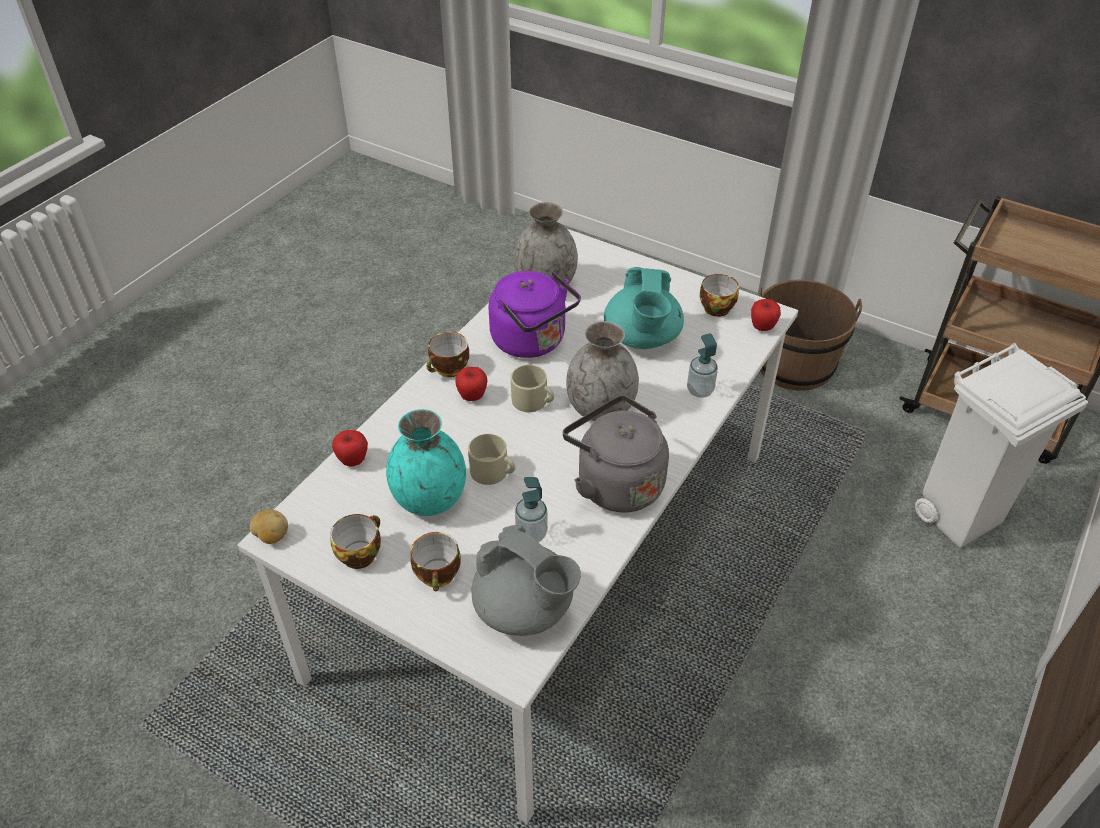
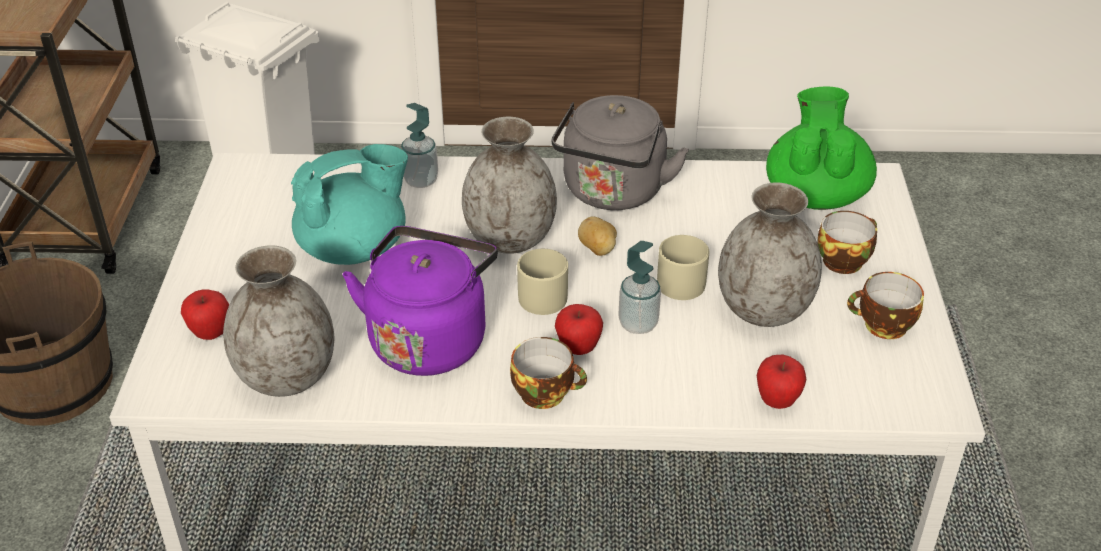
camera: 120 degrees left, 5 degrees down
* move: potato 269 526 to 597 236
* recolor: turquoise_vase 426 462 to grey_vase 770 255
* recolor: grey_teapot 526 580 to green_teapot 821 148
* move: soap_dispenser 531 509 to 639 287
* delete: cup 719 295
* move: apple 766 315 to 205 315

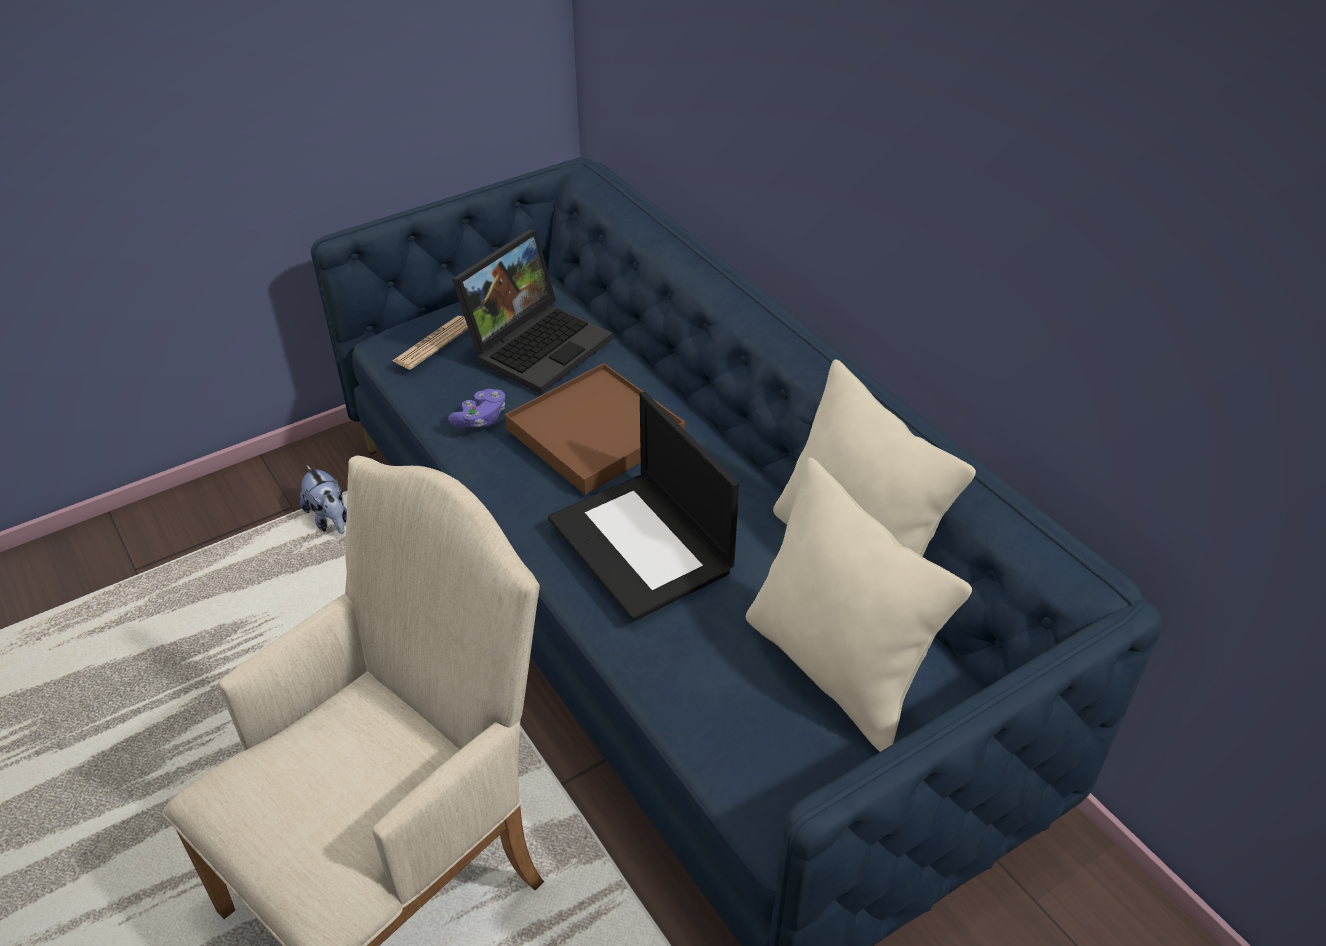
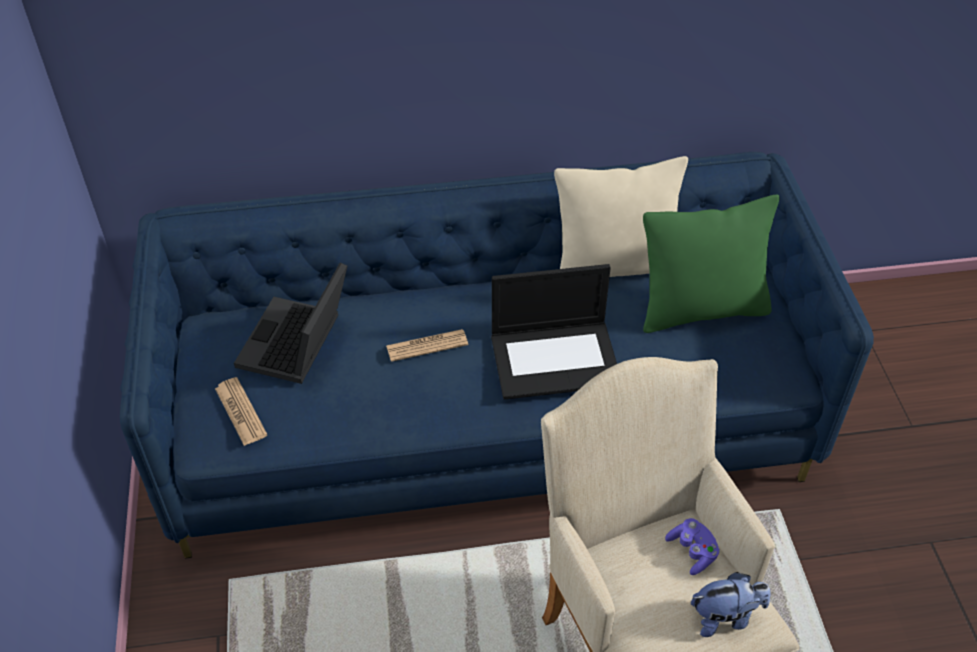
camera: 65 degrees left, 5 degrees up
* move: plush_toy 323 499 to 731 604
* move: purple_game_controller 476 408 to 692 546
* rotate: laptop 532 311 = 290 323 135 degrees counterclockwise
* replace: brown_tray 595 429 to newspaper 427 345
* recolor: beige_pillow 859 604 to green_pillow 711 264

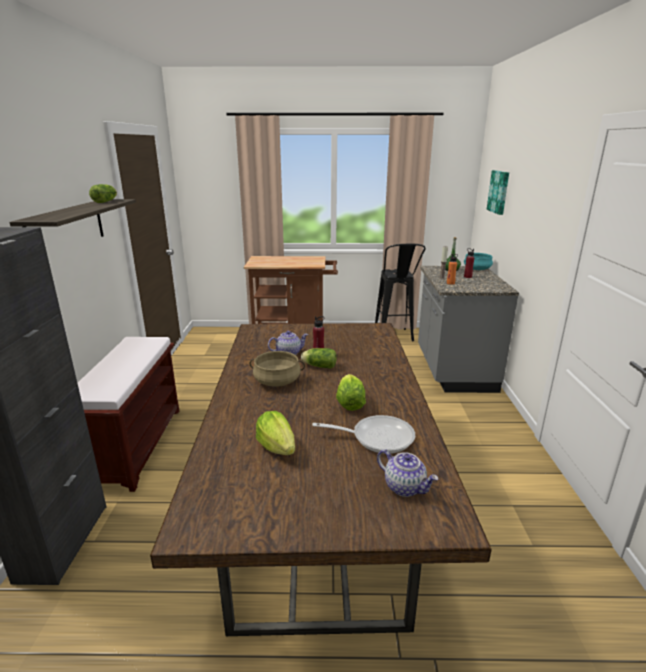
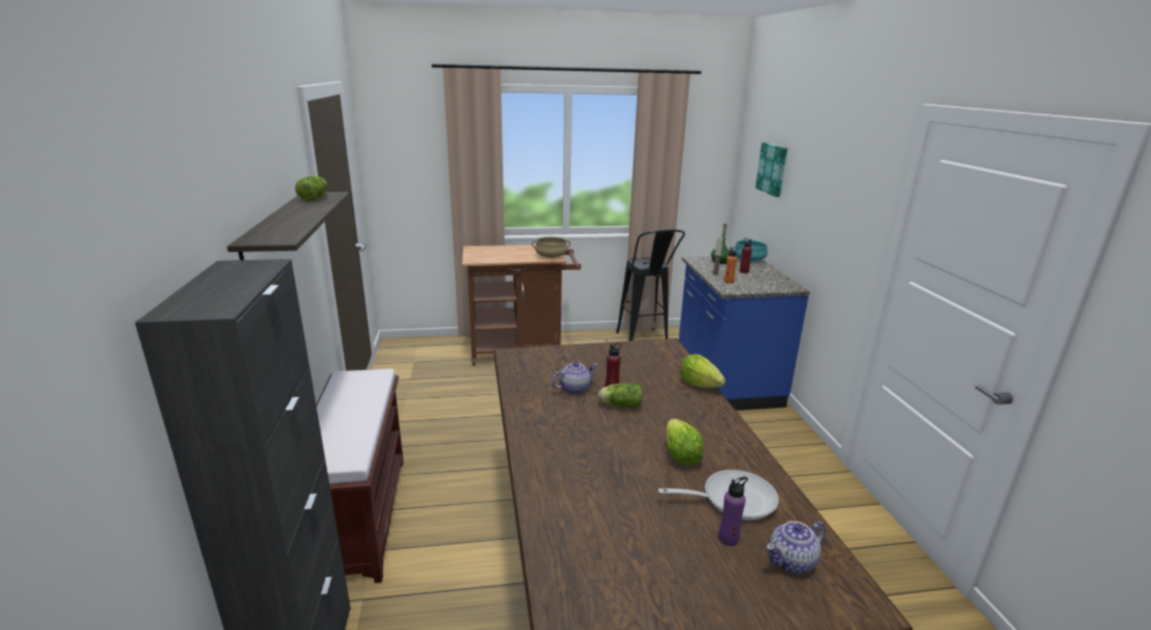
camera: 10 degrees left, 0 degrees up
* move: beige_cooking_pot 277 369 to 551 247
* move: lettuce 275 433 to 703 371
* rotate: teapot 407 473 = 795 547 120 degrees clockwise
* recolor: grey_counter 468 329 to blue_counter 744 333
* insert: purple_bottle 733 511

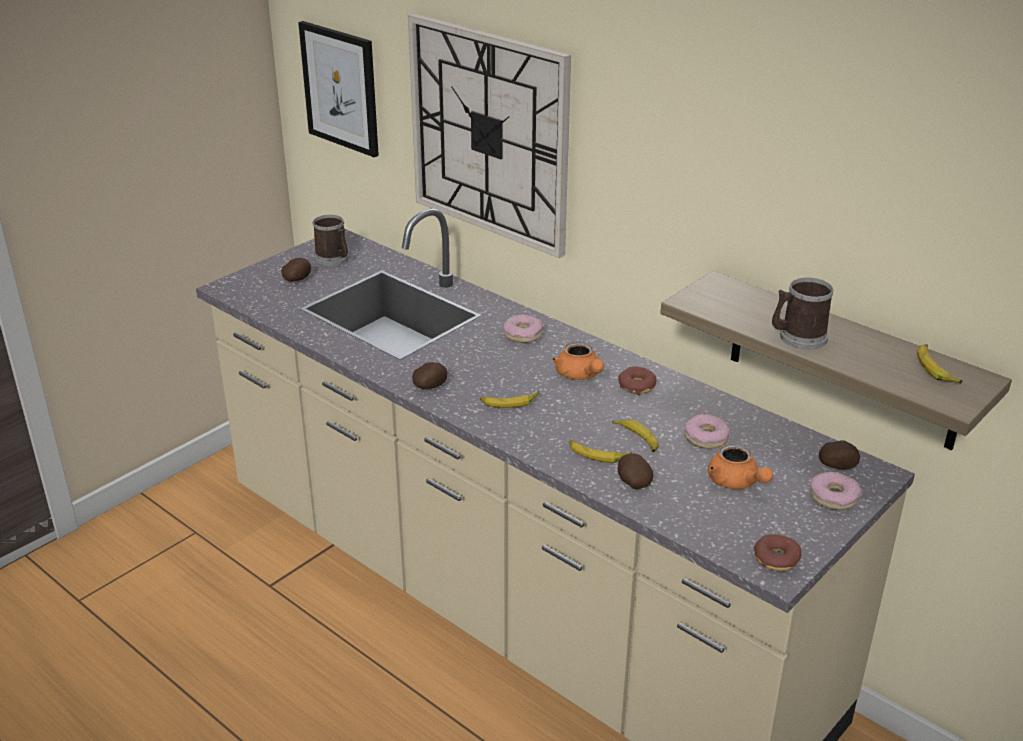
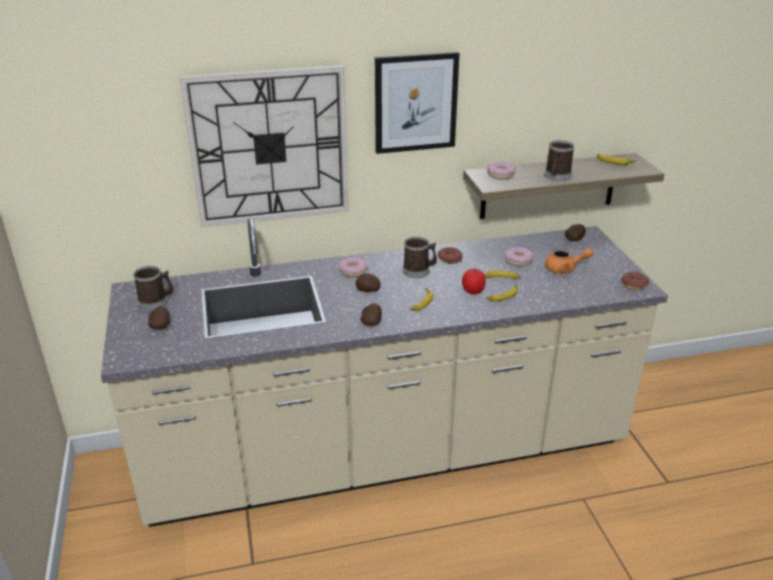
camera: 55 degrees left, 0 degrees up
* move: picture 338 89 to 417 103
* replace: orange_teapot 578 360 to mug 420 257
* move: potato 636 471 to 368 282
* move: donut 835 490 to 501 170
* insert: tomato 473 281

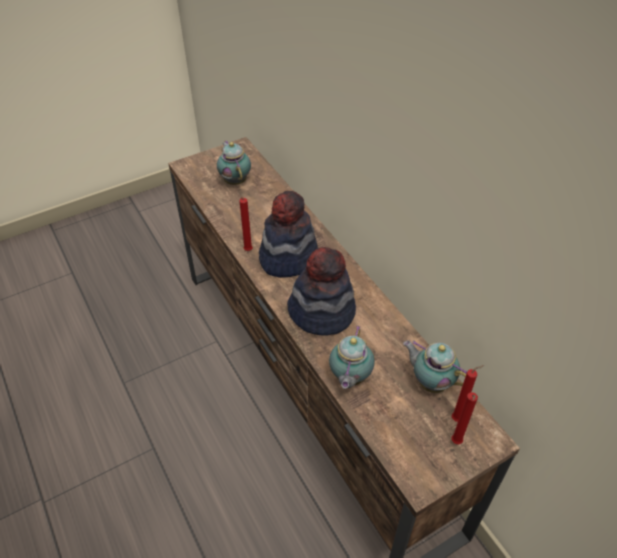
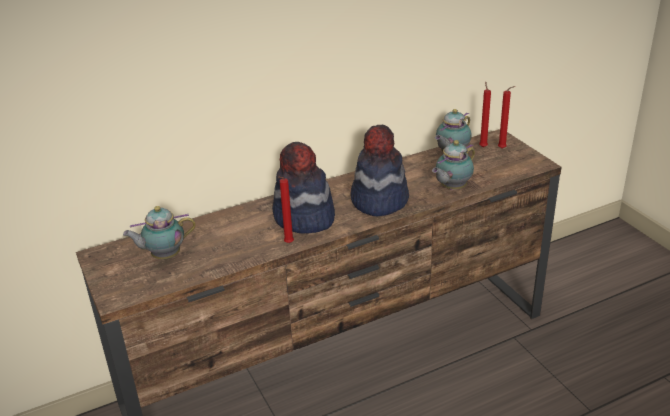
camera: 85 degrees left, 15 degrees down
* rotate: teapot 352 357 = 453 165 120 degrees clockwise

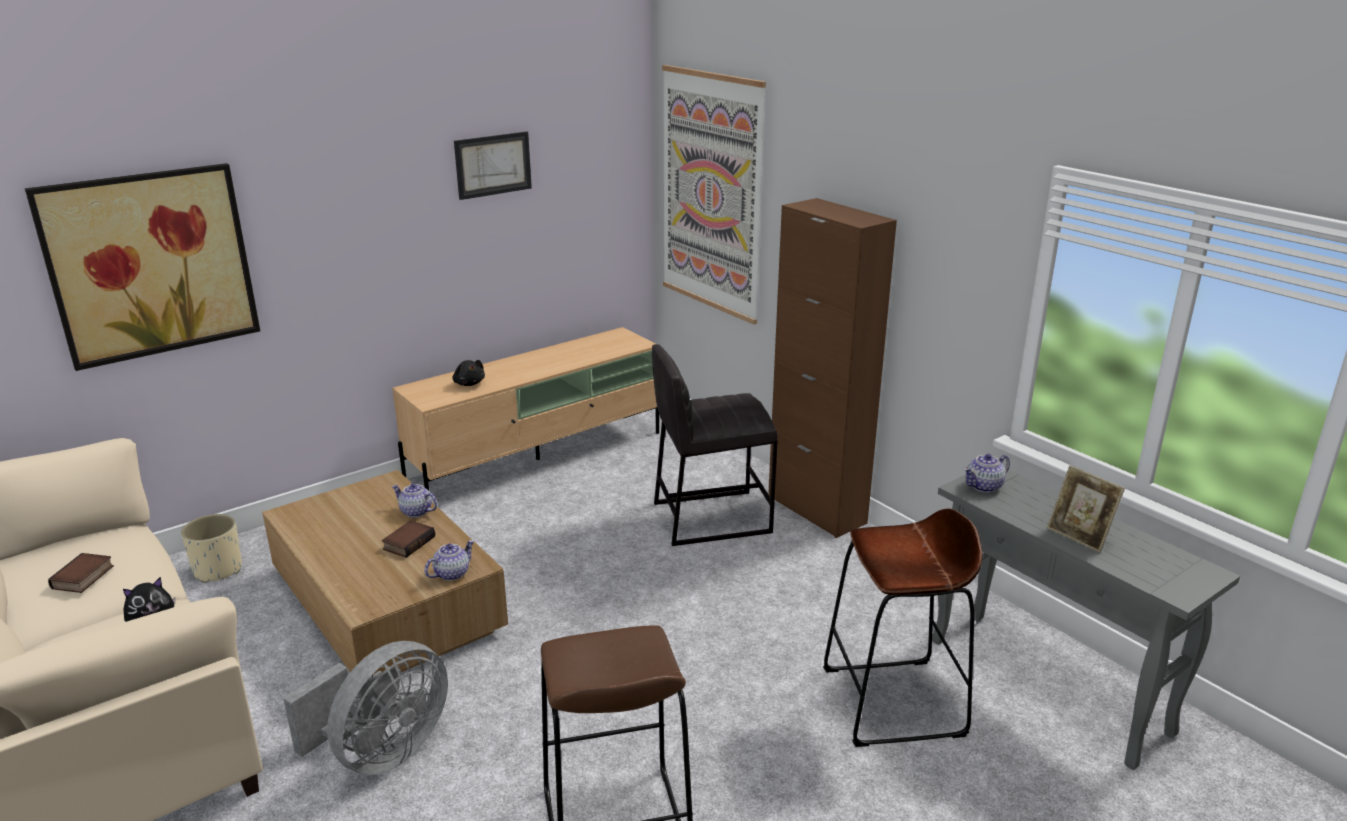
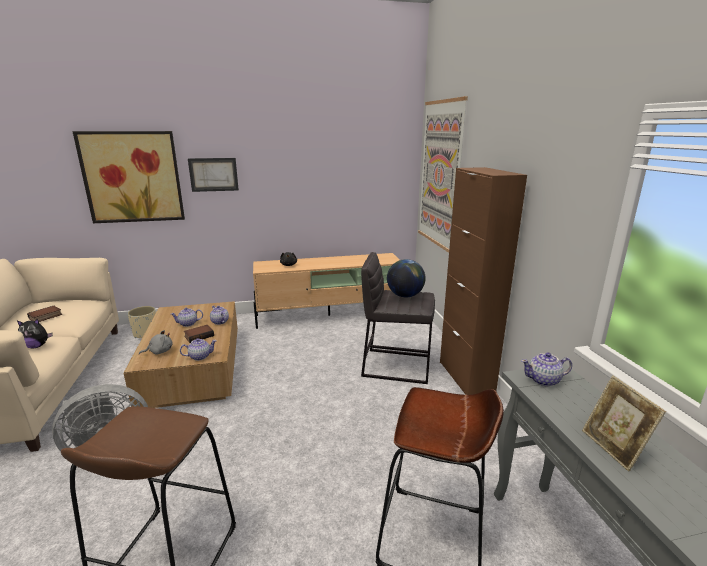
camera: 25 degrees right, 5 degrees down
* move: picture 493 165 to 213 175
* insert: grey_plush_toy 156 342
* insert: teapot 187 317
* insert: globe 406 278

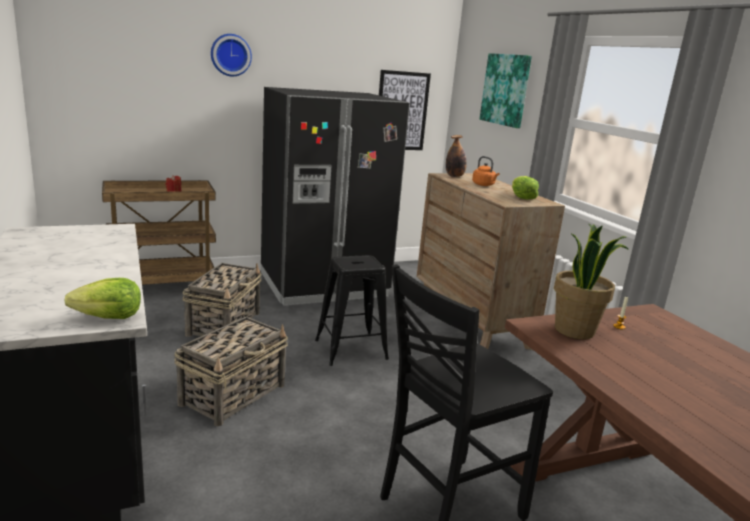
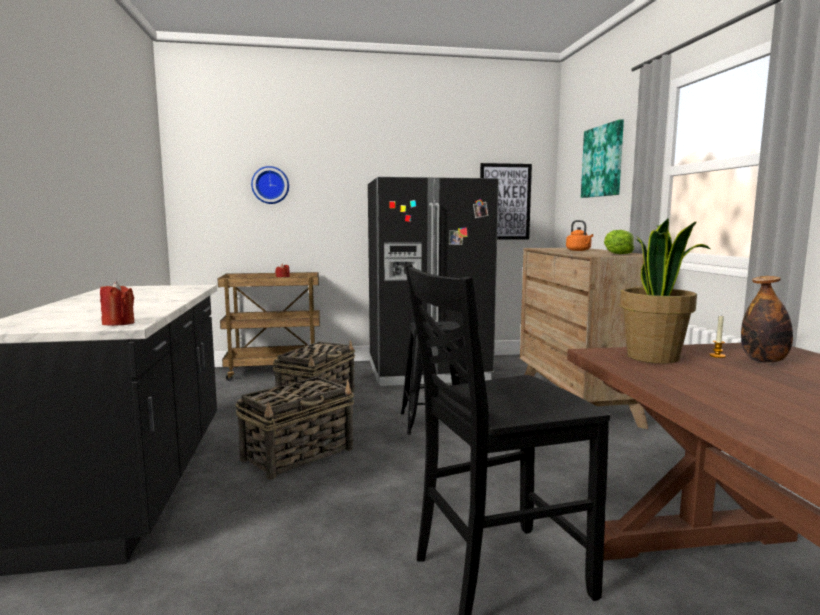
camera: 15 degrees right, 10 degrees down
* replace: lettuce 103 298 to red_candle 117 304
* move: wall_clock 231 55 to 270 185
* move: bottle 456 156 to 767 319

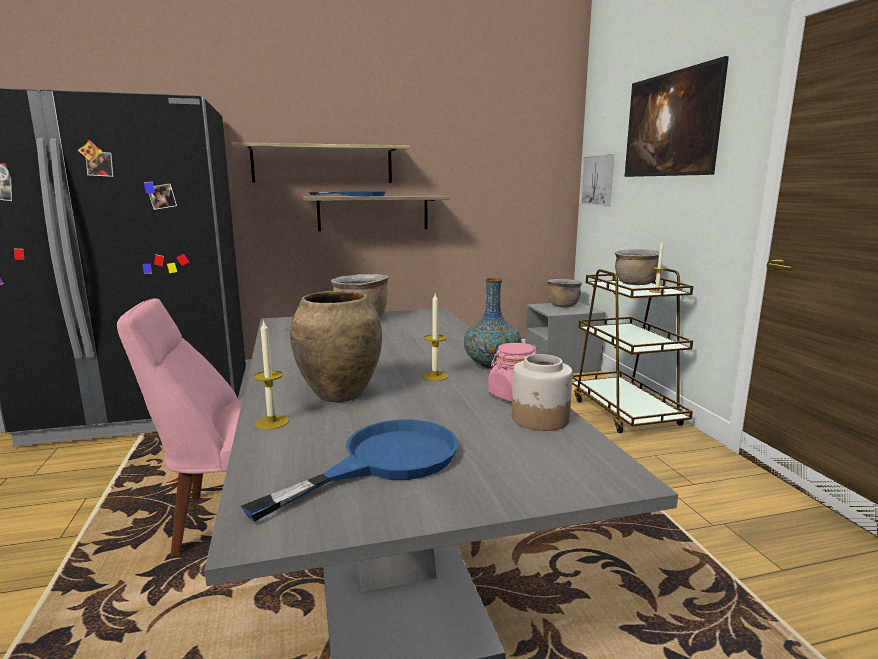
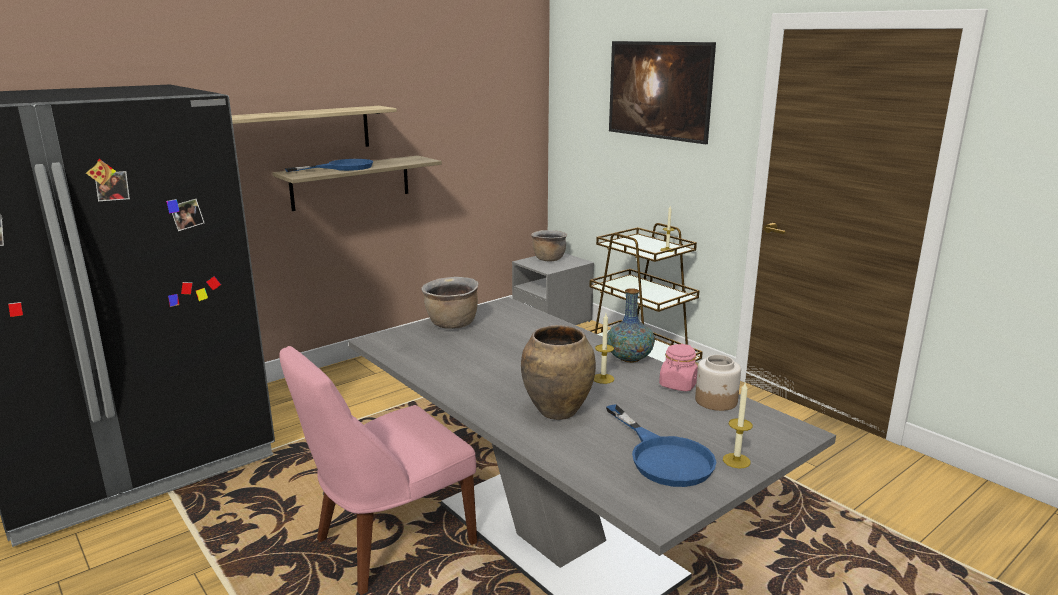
camera: 25 degrees left, 5 degrees up
* rotate: blue_frying_pan 349 470 = 661 445 135 degrees clockwise
* move: candle 271 374 to 738 425
* delete: picture 597 180
* delete: brown_cooking_pot 637 267

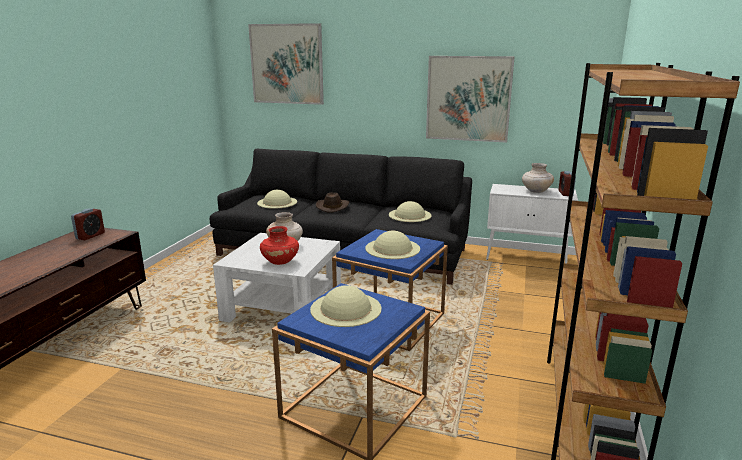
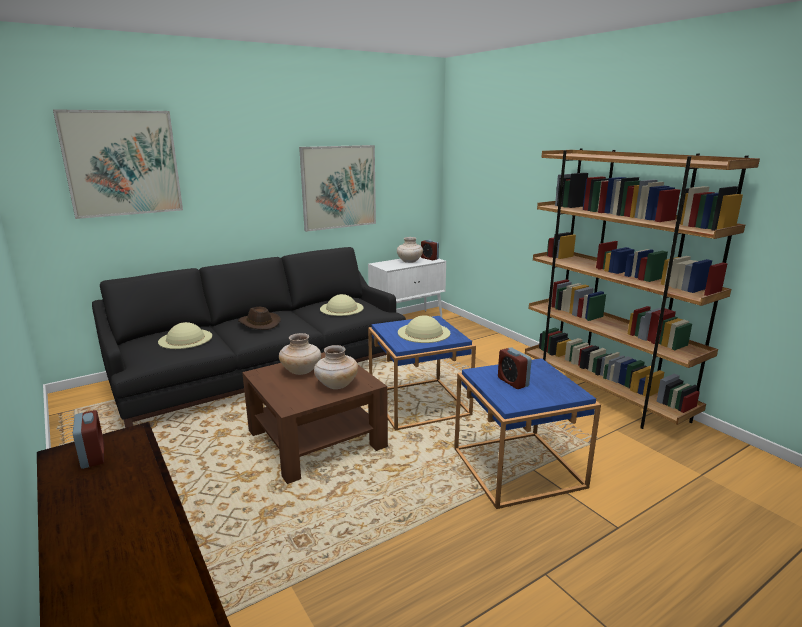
camera: 50 degrees left, 0 degrees up
* recolor: white_coffee_table 277 278 to brown_coffee_table 315 418
* recolor: red_vase 279 245 to beige_vase 336 367
* replace: beige_hat 346 306 to alarm_clock 515 368

